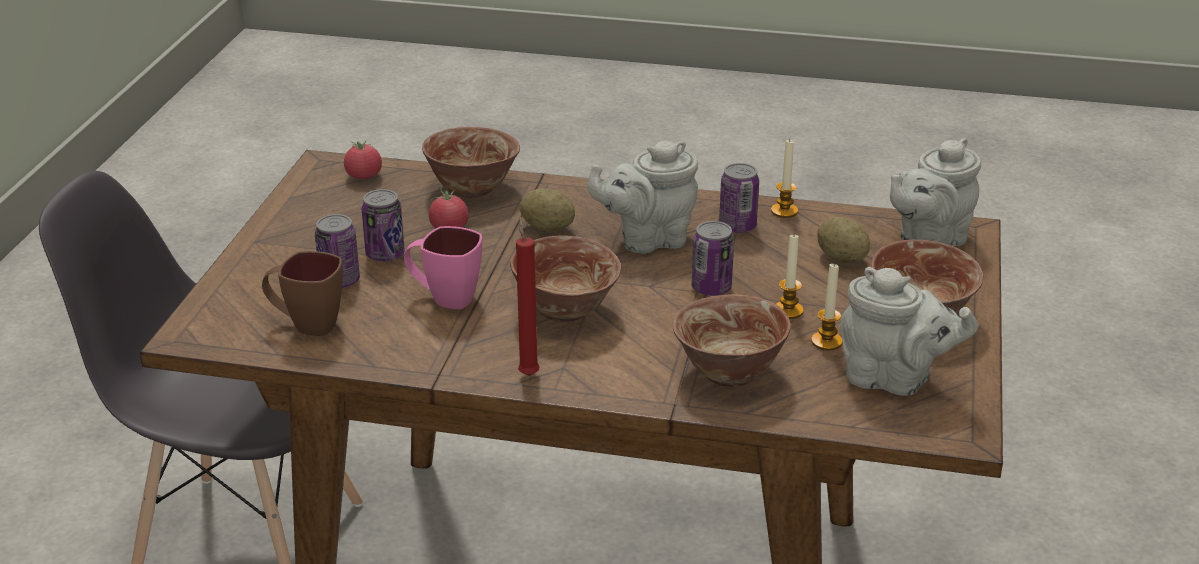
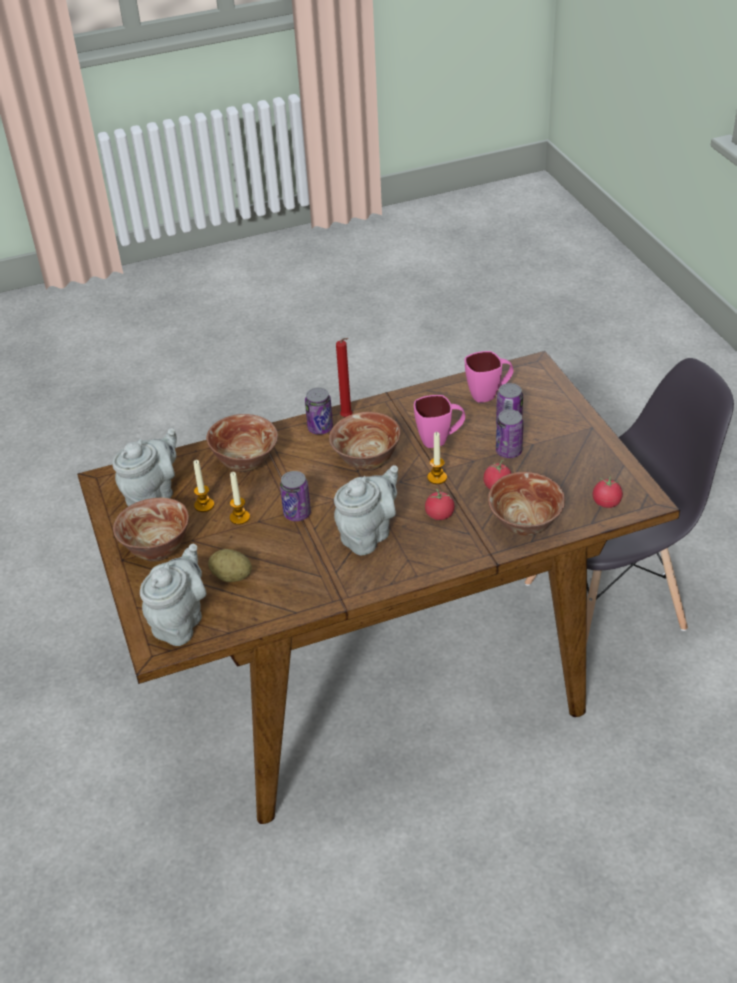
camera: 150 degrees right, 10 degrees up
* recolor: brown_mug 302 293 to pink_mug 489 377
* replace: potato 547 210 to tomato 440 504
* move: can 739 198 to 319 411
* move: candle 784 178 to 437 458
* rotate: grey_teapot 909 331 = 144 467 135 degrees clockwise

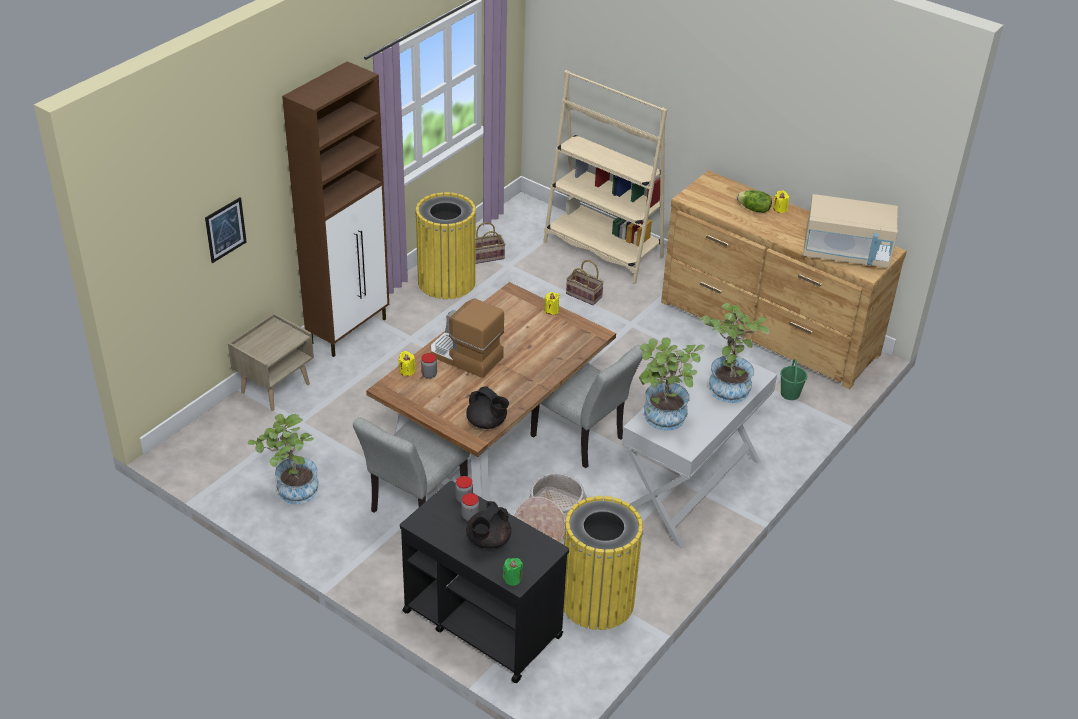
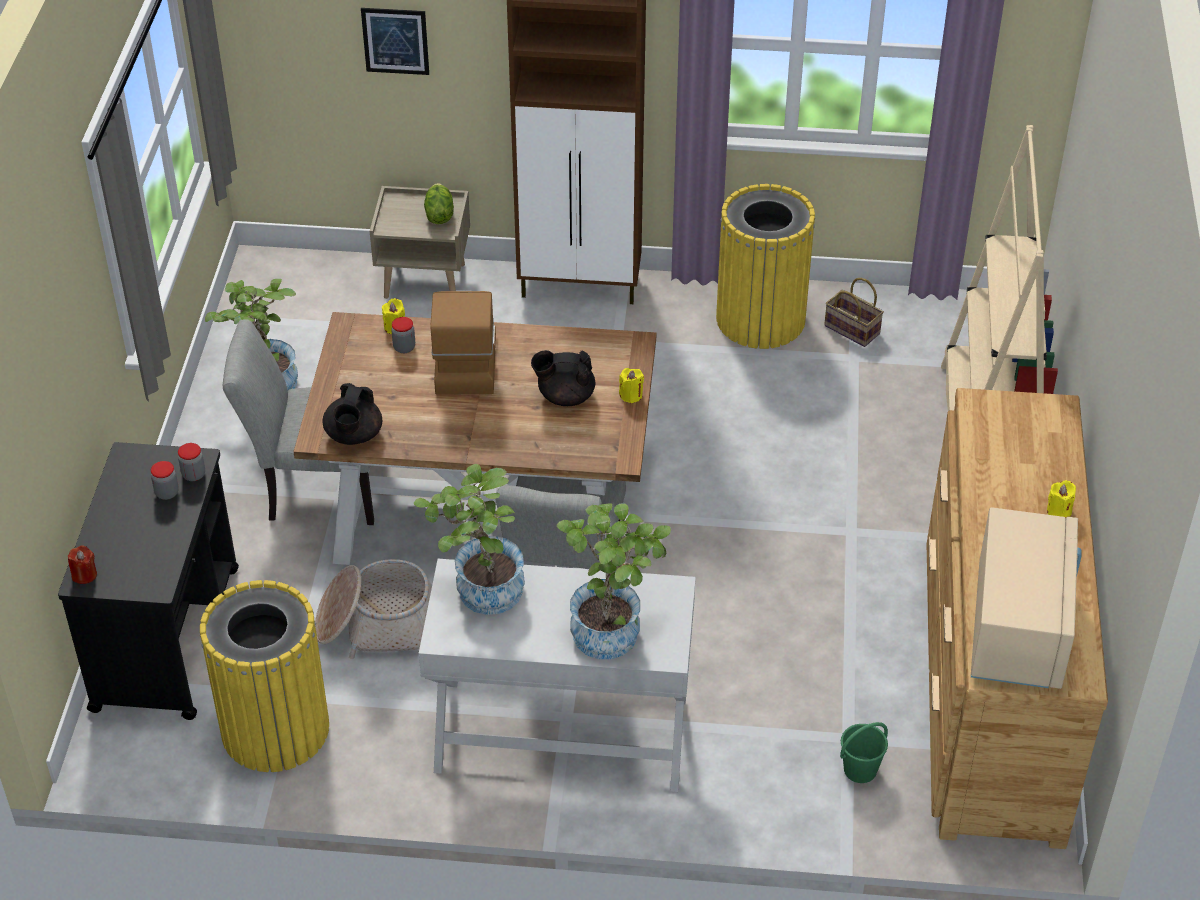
camera: 60 degrees right, 5 degrees up
* move: black_teapot 488 525 to 563 378
* recolor: green_candle 513 572 to red_candle 82 564
* delete: basket 585 282
* move: lettuce 754 201 to 439 203
* rotate: beige_microwave 850 231 = 1026 598 150 degrees counterclockwise

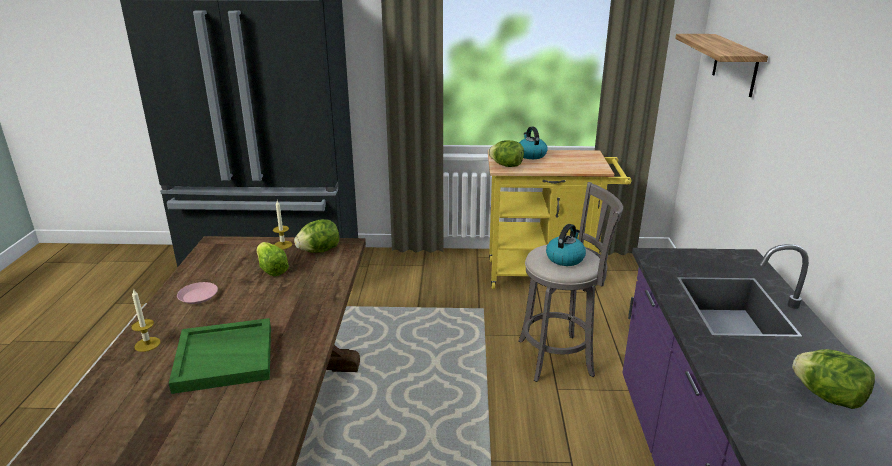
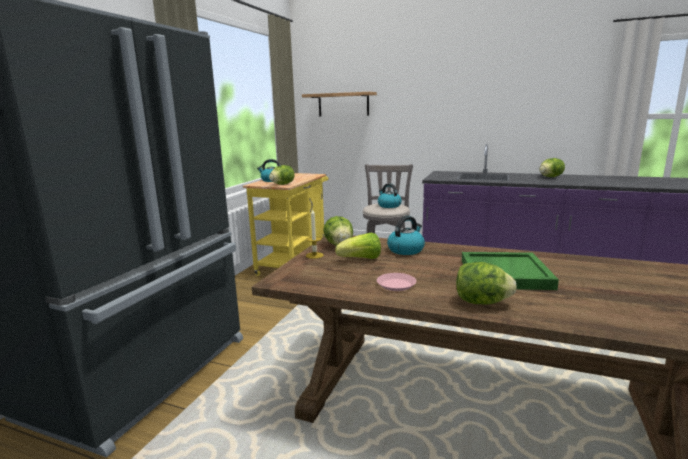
camera: 70 degrees left, 10 degrees down
* replace: candle 146 320 to lettuce 486 283
* insert: kettle 406 235

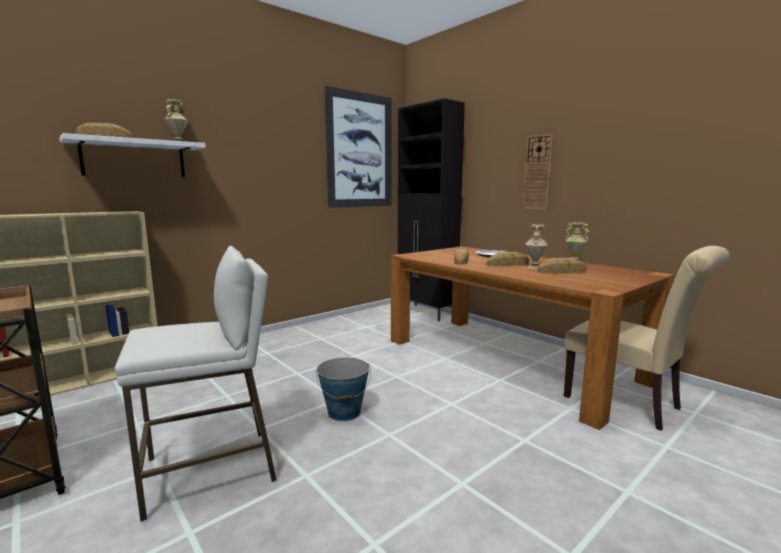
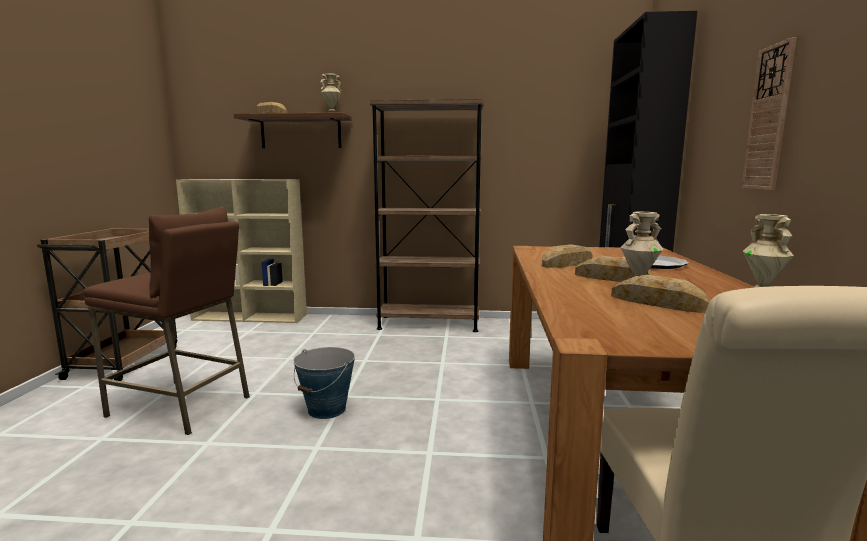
camera: 45 degrees right, 0 degrees up
* recolor: white_shelf 132 155 to brown_shelf 293 130
* recolor: white_stool 196 384 to brown_stool 166 321
* delete: picture 357 147
* insert: brown_bookcase 427 215

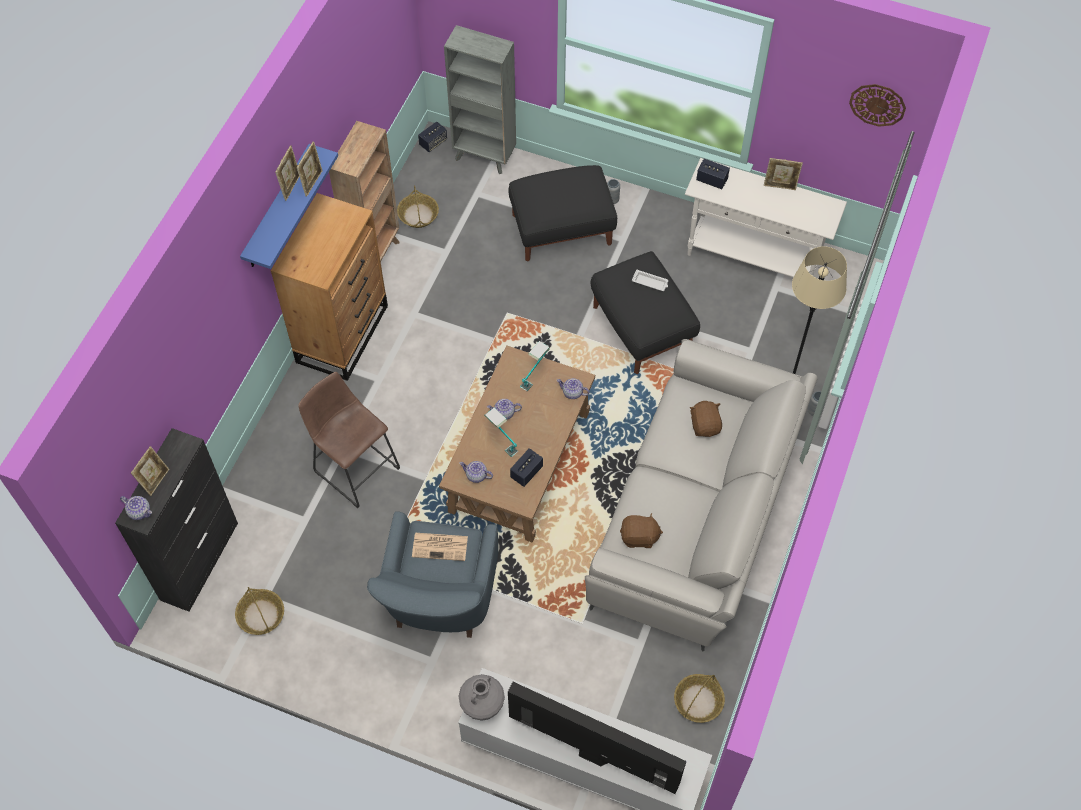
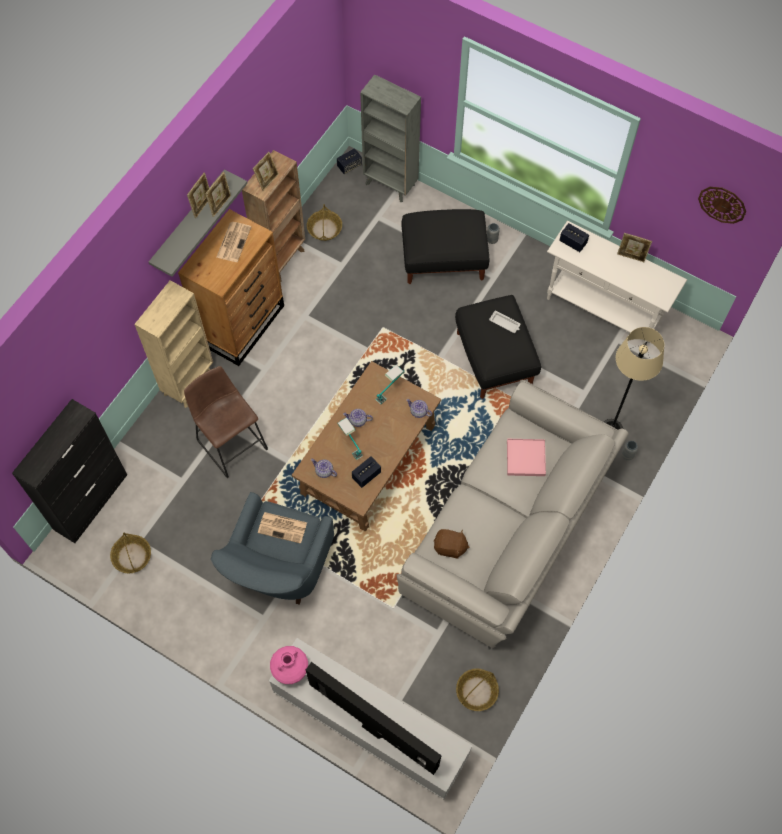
camera: 10 degrees right, 5 degrees up
* delete: teapot 136 508
* move: picture_frame 150 471 to 266 171
* recolor: blue_shelf 289 206 to grey_shelf 198 223
* recolor: grey_vase 482 697 to pink_vase 289 665
* replace: brown_plush_toy 706 419 to pink_tray 526 457
* insert: beige_bookcase 173 344
* insert: newspaper 233 242

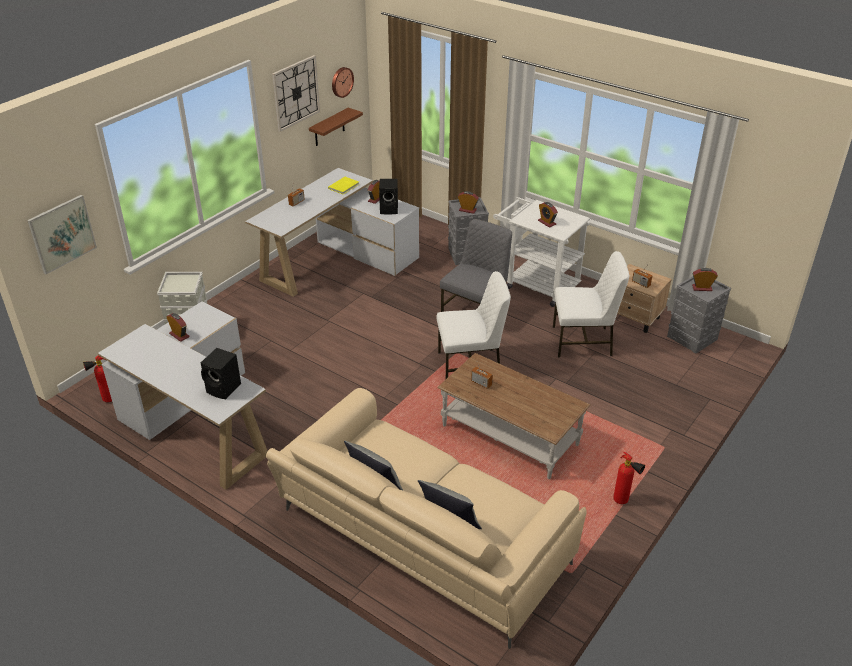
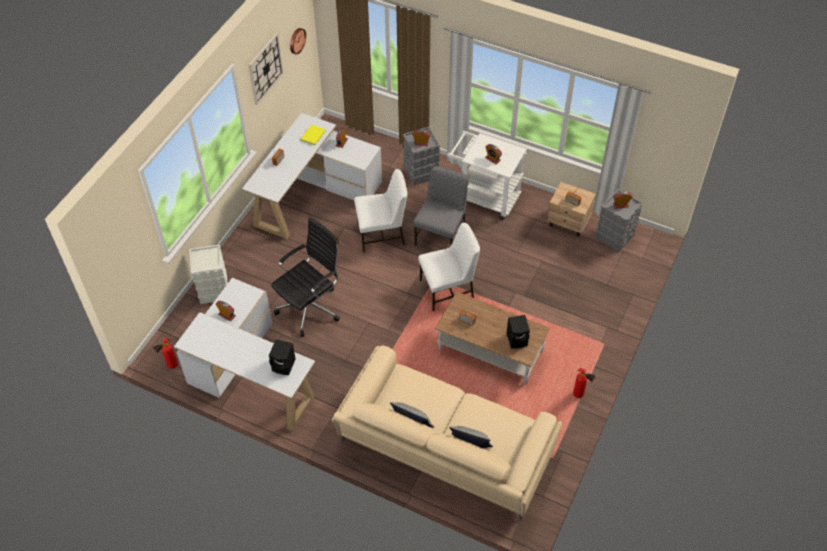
camera: 10 degrees left, 15 degrees up
* delete: picture 62 234
* delete: brown_shelf 336 127
* move: black_speaker 388 196 to 518 331
* move: white_chair 591 304 to 380 210
* insert: black_office_chair 305 277

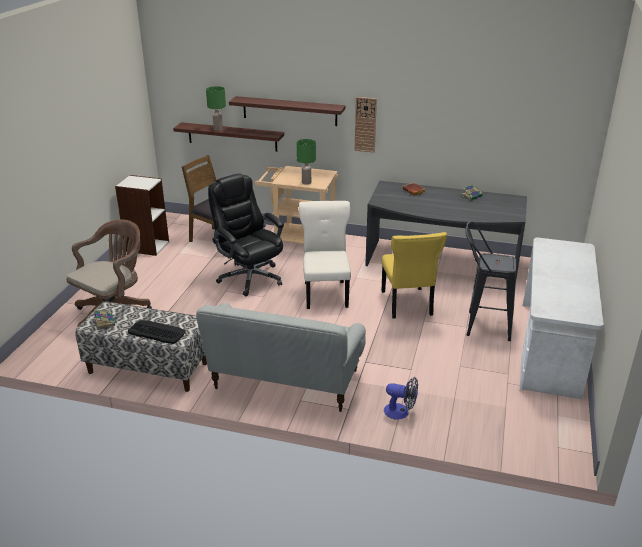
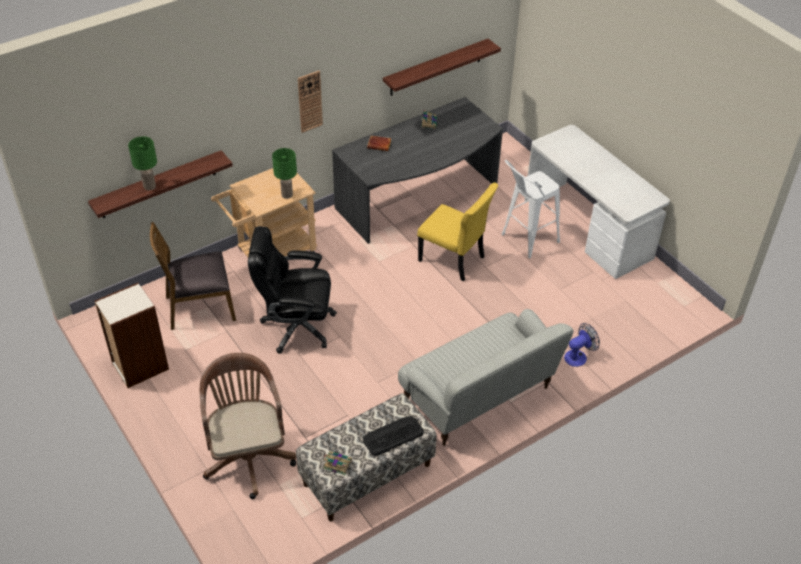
camera: 50 degrees left, 15 degrees up
* move: shelf 287 111 to 442 67
* delete: beige_chair 325 255
* recolor: black_stool 490 281 to white_stool 531 209

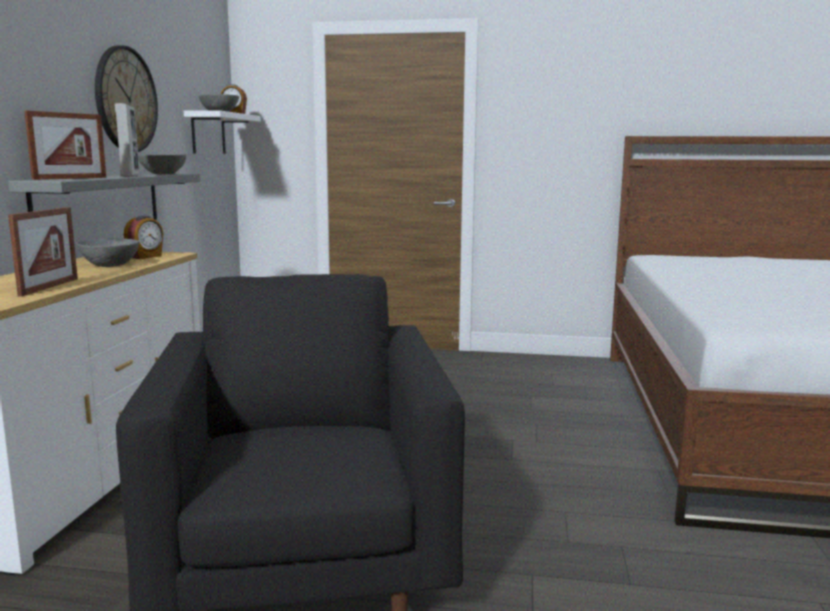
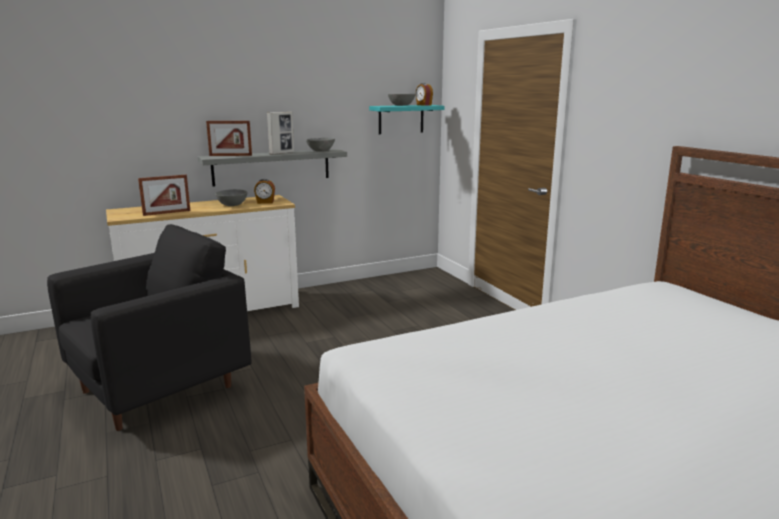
camera: 55 degrees right, 5 degrees up
* delete: wall_clock 126 98
* recolor: white_shelf 222 132 to turquoise_shelf 407 119

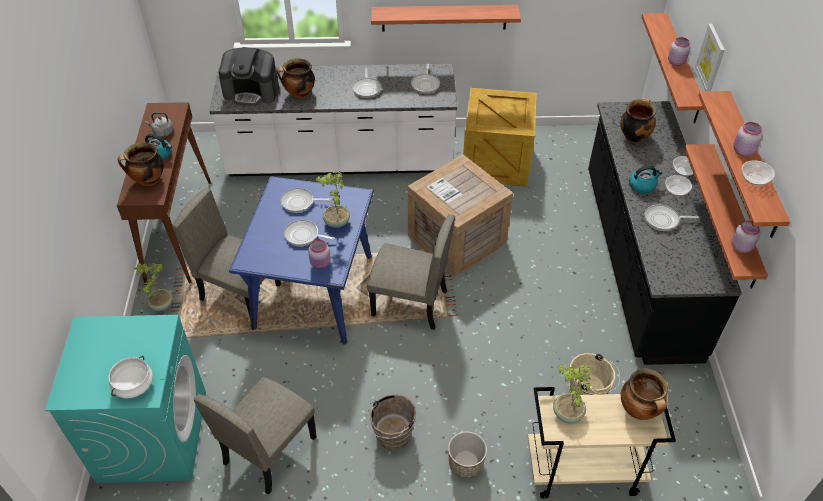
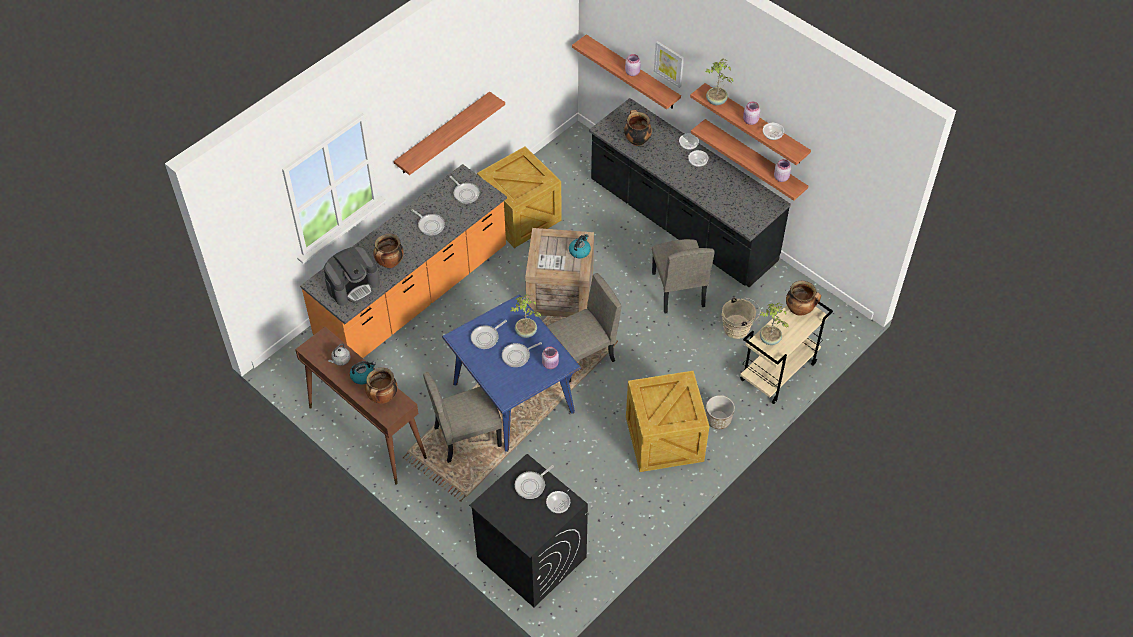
camera: 45 degrees left, 5 degrees up
* recolor: turquoise_washing_machine 125 399 to black_washing_machine 528 530
* replace: white_cooking_pot 130 377 to bowl 558 502
* move: potted_plant 153 287 to 719 81
* move: beige_chair 255 436 to 683 276
* recolor: white_counter 333 120 to orange_counter 403 261
* replace: brown_bucket 391 422 to crate 668 421
* move: kettle 645 180 to 580 246
* move: frying_pan 672 217 to 534 482

